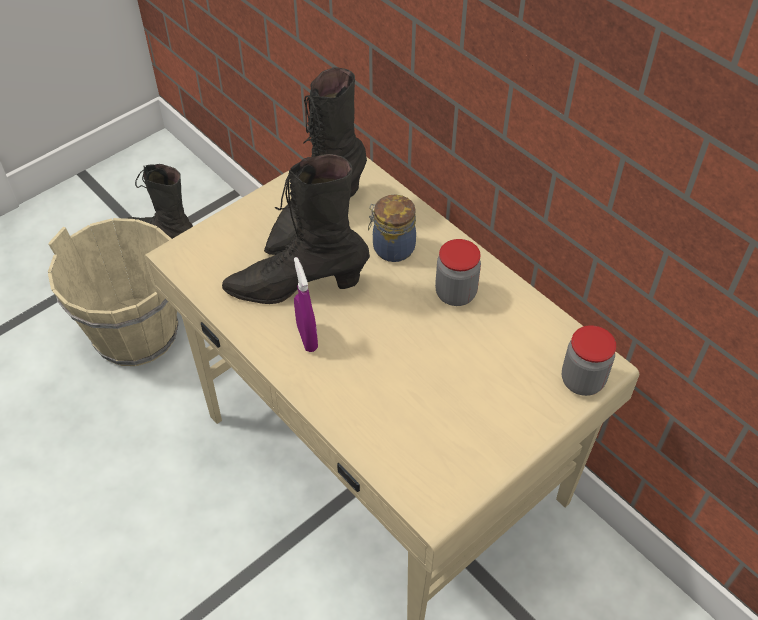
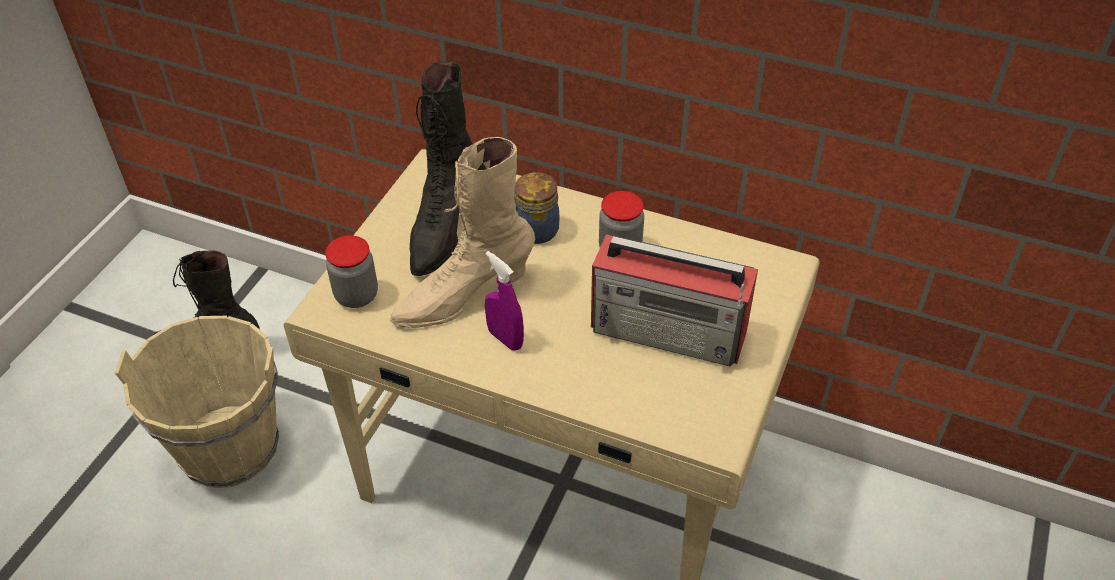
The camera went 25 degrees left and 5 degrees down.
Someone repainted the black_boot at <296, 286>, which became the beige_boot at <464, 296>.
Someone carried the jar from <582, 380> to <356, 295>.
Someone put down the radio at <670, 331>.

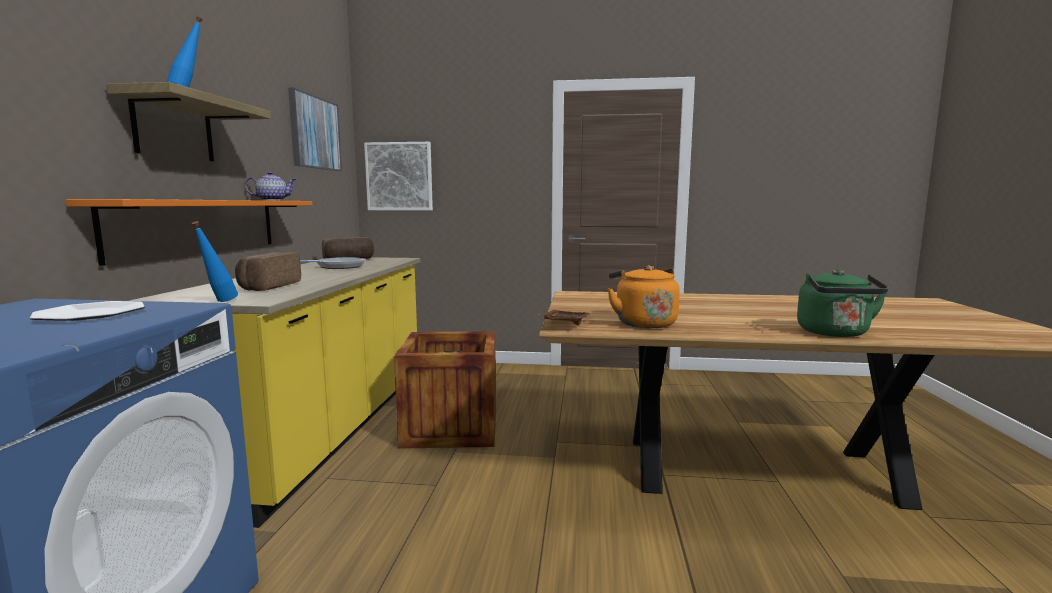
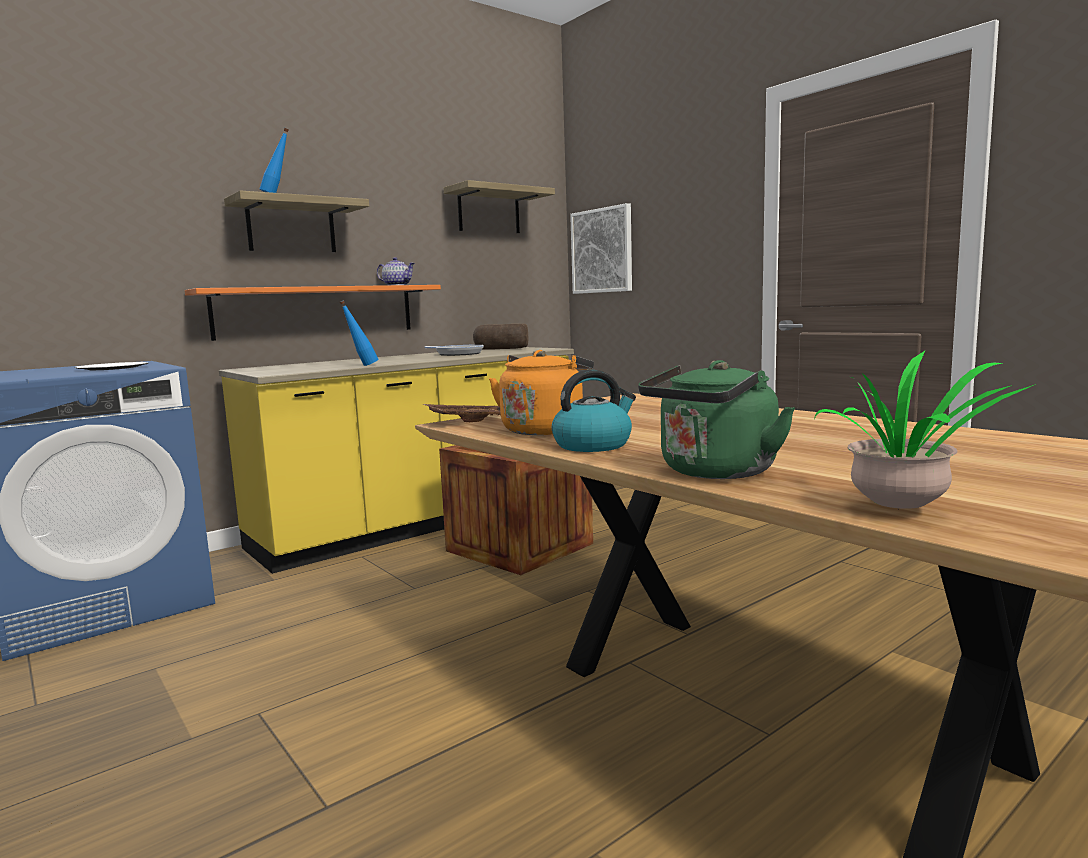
The camera went 45 degrees right and 0 degrees up.
Someone carried the blue_bottle from <218, 302> to <361, 366>.
Someone took away the bread at <267, 286>.
Someone swapped the picture at <314, 133> for the shelf at <488, 211>.
Someone put down the kettle at <593, 445>.
Someone put down the potted_plant at <903, 509>.

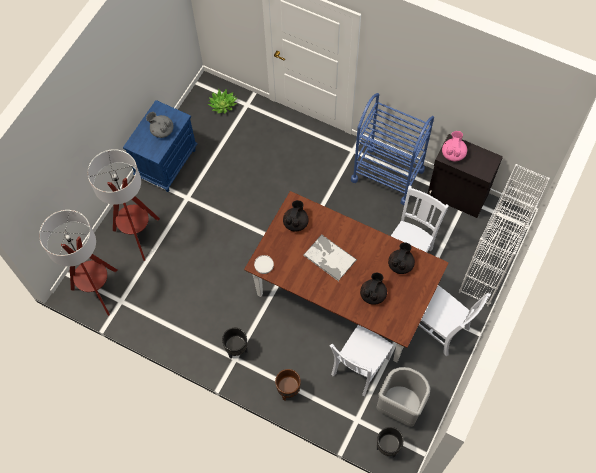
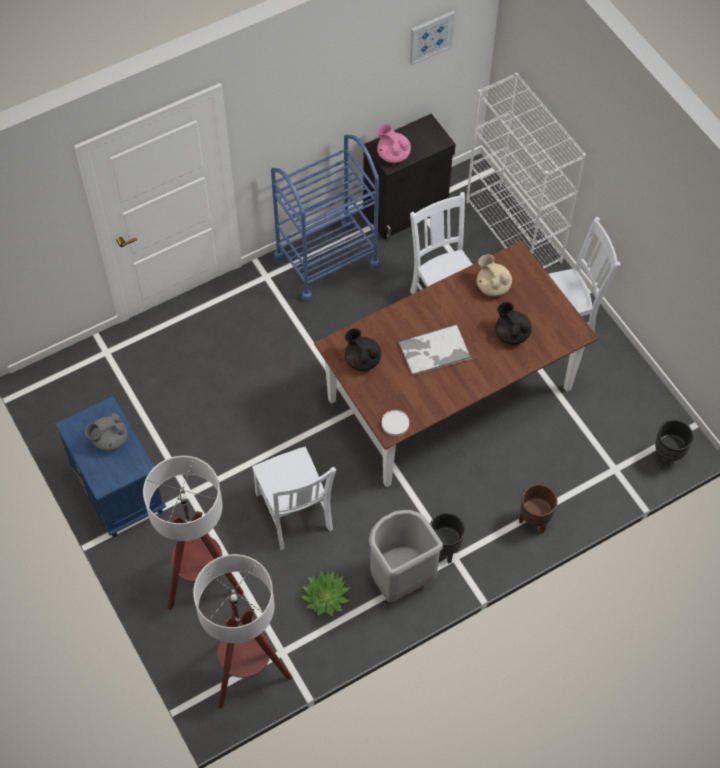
The camera went 60 degrees left and 5 degrees down.
Someone carried the potted_plant from <223, 104> to <325, 597>.
Someone carried the white_chair from <359, 368> to <295, 514>.
Someone carried the grey_trash_can from <399, 407> to <400, 578>.
Someone repainted the black_teapot at <400, 264>, which became the beige_teapot at <492, 286>.
Someone put up the picture at <431, 37>.

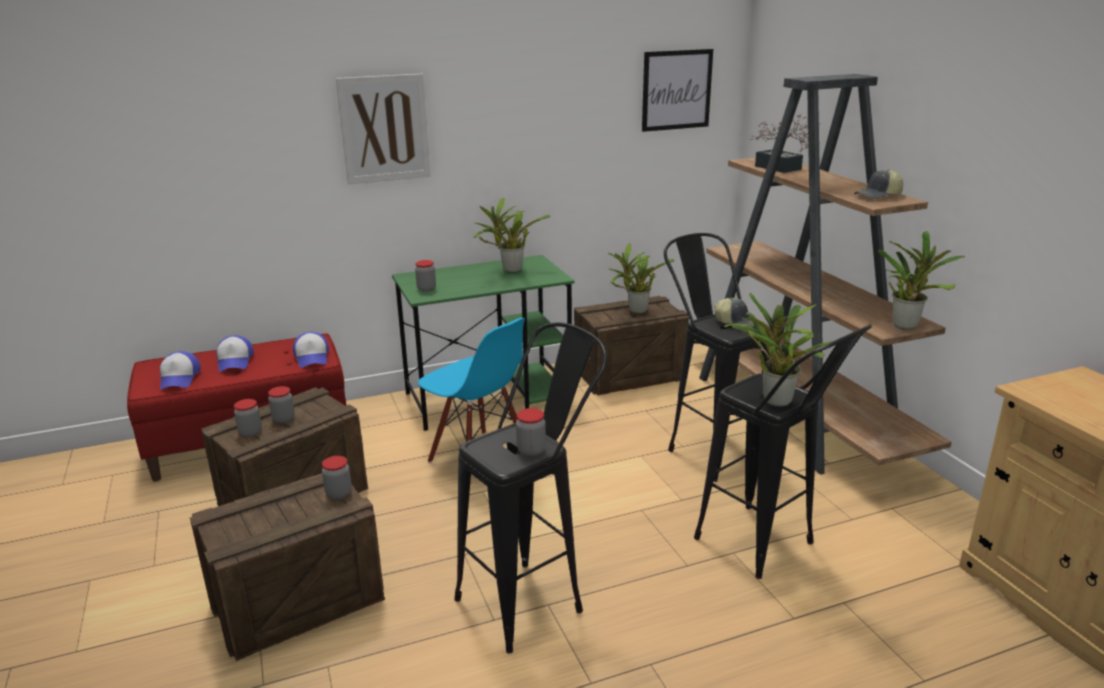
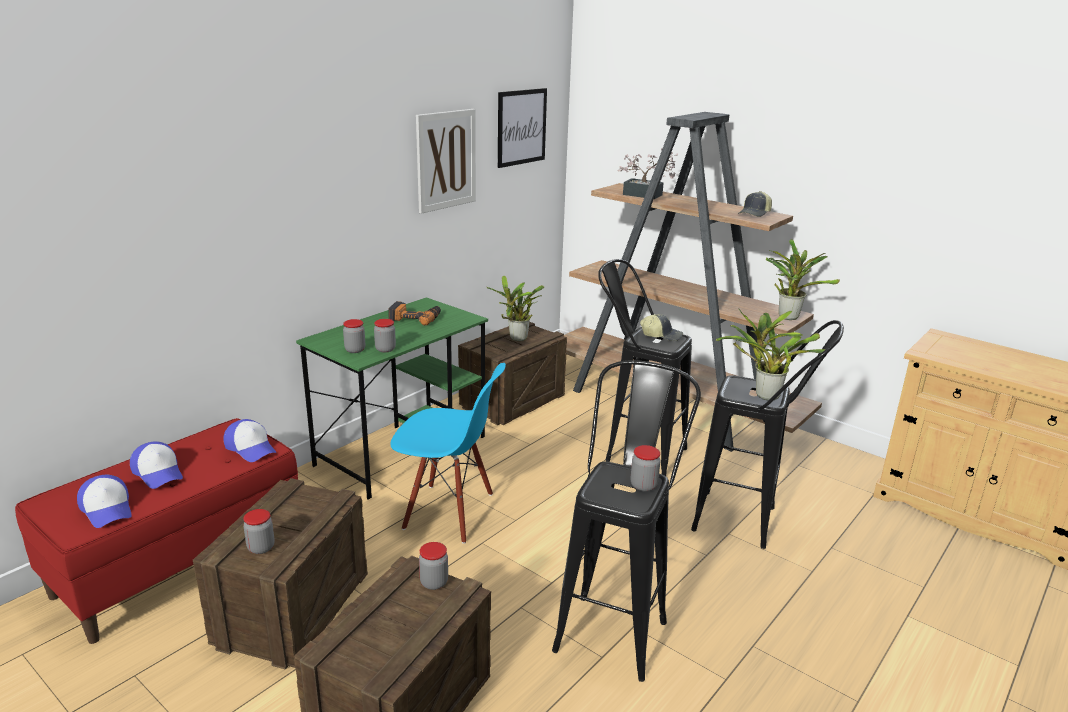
The camera went 30 degrees left and 0 degrees up.
Someone carried the jar from <283, 419> to <385, 349>.
Someone carried the picture from <384, 129> to <446, 160>.
Someone swapped the potted_plant at <509, 270> for the power_drill at <415, 318>.

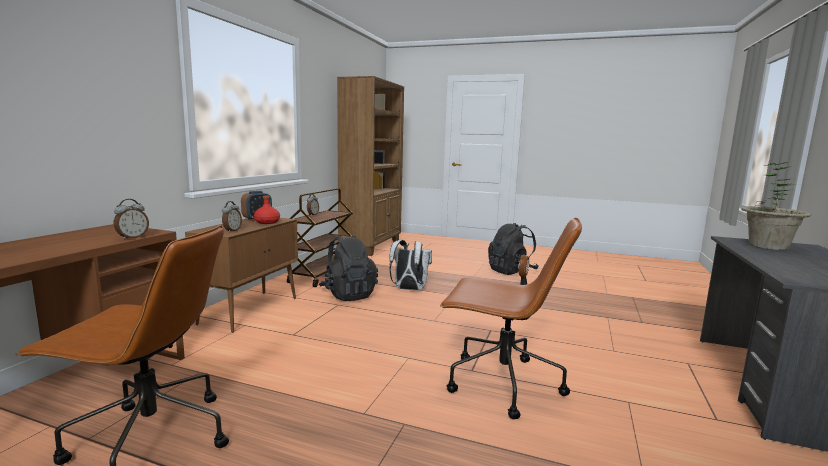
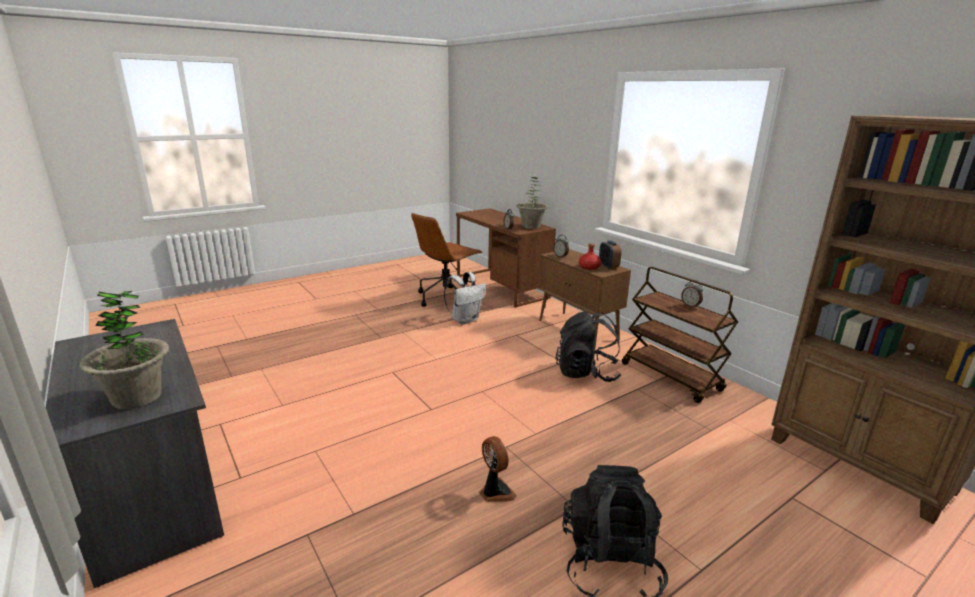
The camera went 125 degrees right and 10 degrees up.
Someone carried the white_backpack from <409, 289> to <465, 320>.
Someone took away the brown_office_chair at <501, 383>.
Someone put down the potted_plant at <531, 226>.

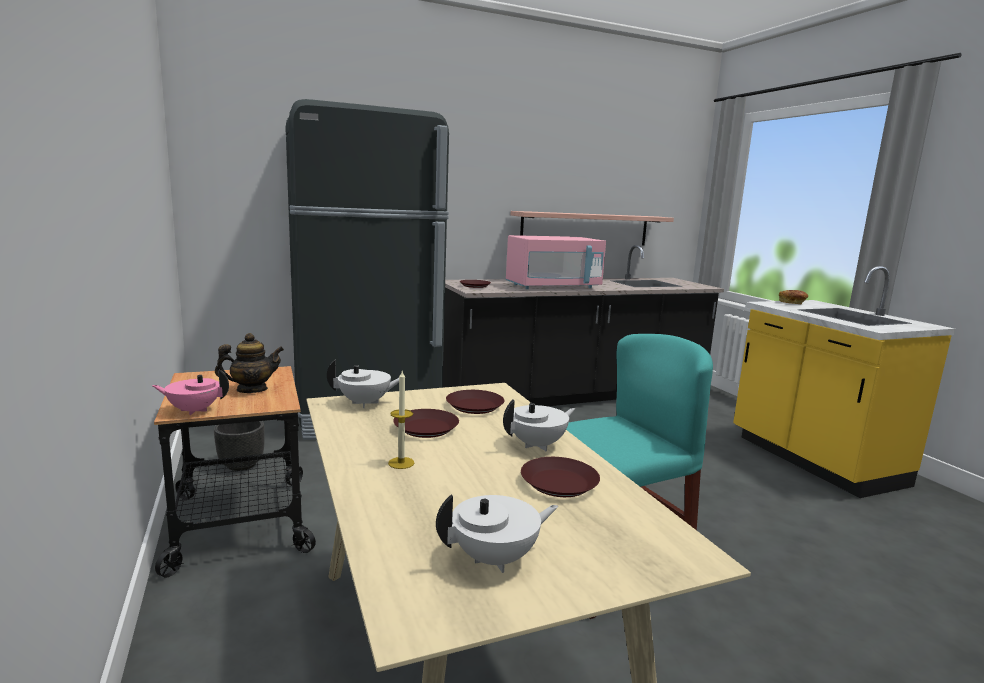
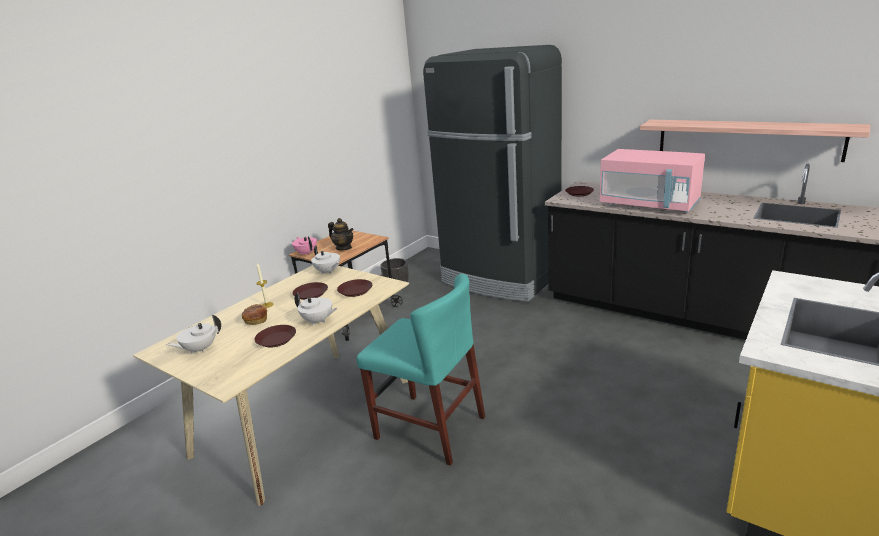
The camera went 60 degrees right and 10 degrees up.
Someone rotated the white_teapot at <496, 559> by 105 degrees clockwise.
Someone carried the bread from <792, 303> to <256, 320>.

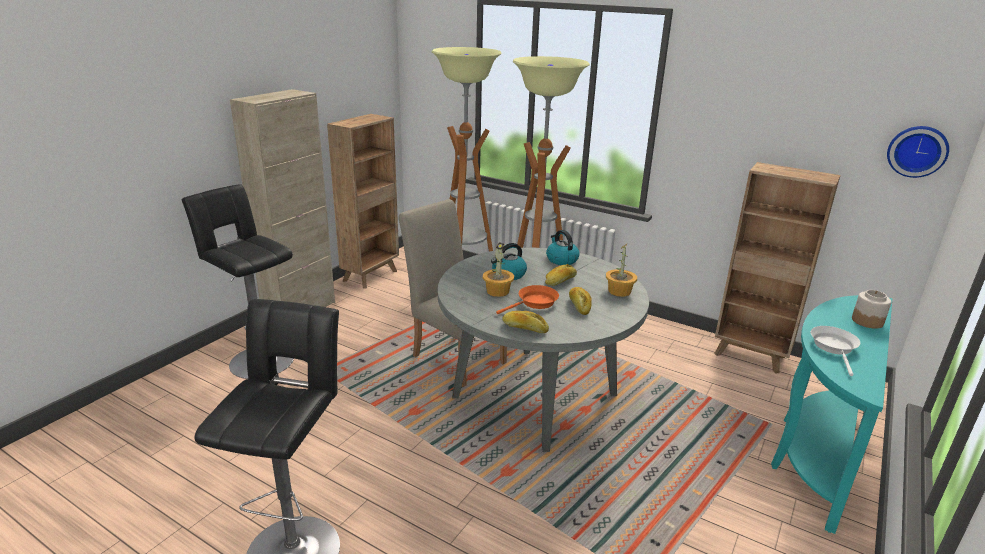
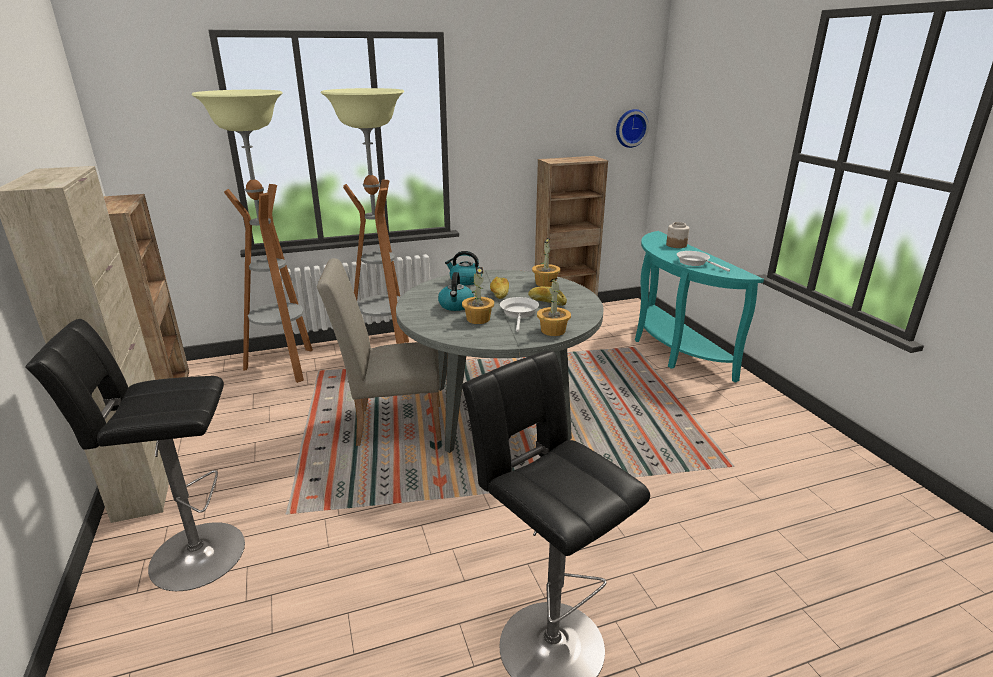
The camera went 50 degrees left and 0 degrees up.
Someone repainted the orange_frying_pan at <535, 303>, which became the white_frying_pan at <519, 314>.
Someone swapped the bread at <524, 328> for the potted_plant at <553, 331>.

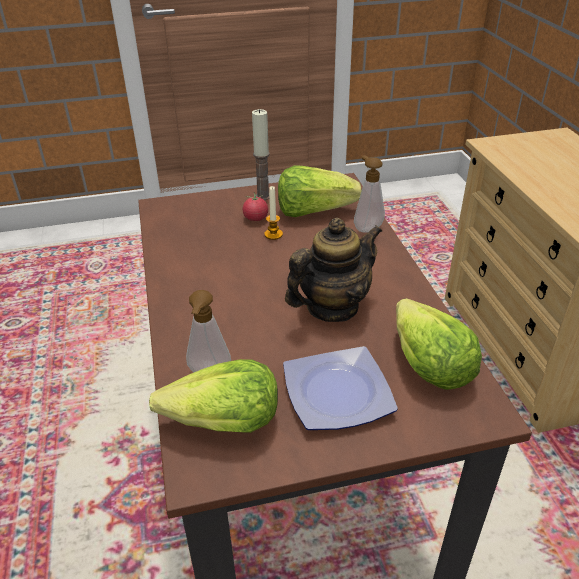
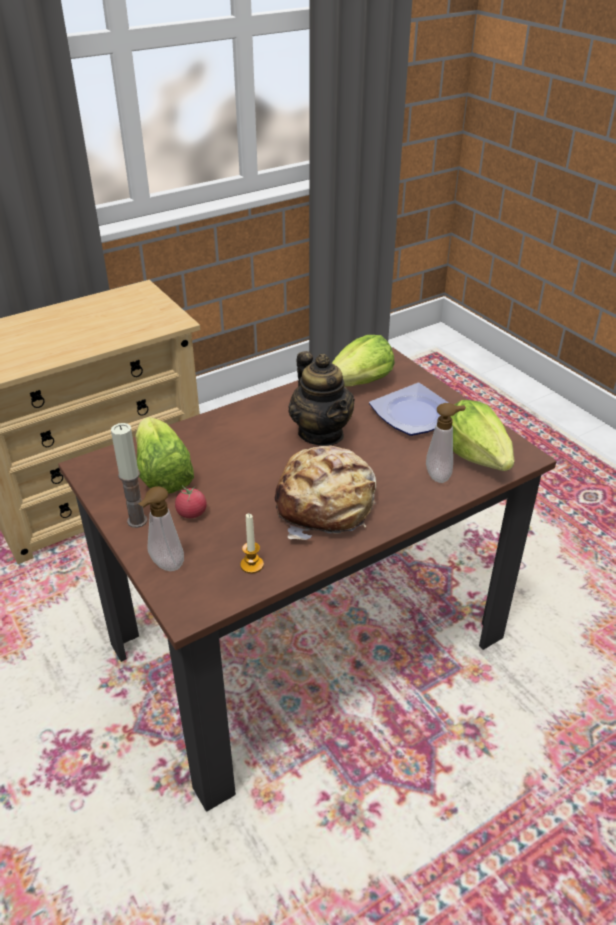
The camera went 110 degrees left and 0 degrees up.
Someone carried the candle from <273, 234> to <252, 565>.
Someone rotated the teapot at <332, 307> by 150 degrees counterclockwise.
Someone carried the soap_dispenser from <366, 227> to <165, 566>.
Someone put down the bread at <326, 505>.

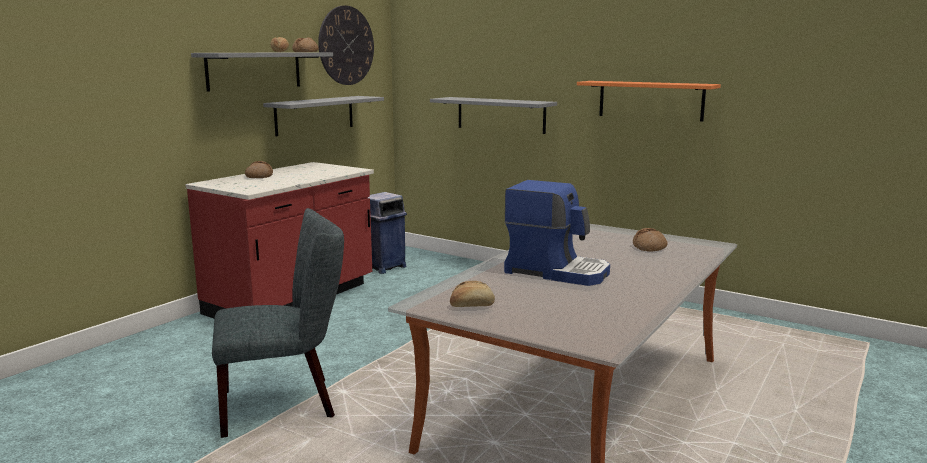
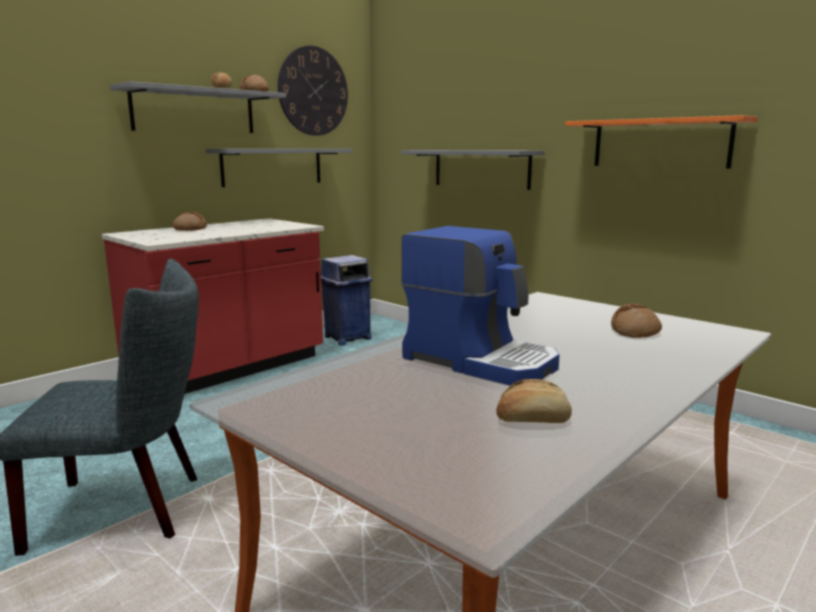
The camera went 10 degrees right and 0 degrees up.
Someone carried the bread from <472, 305> to <532, 420>.

